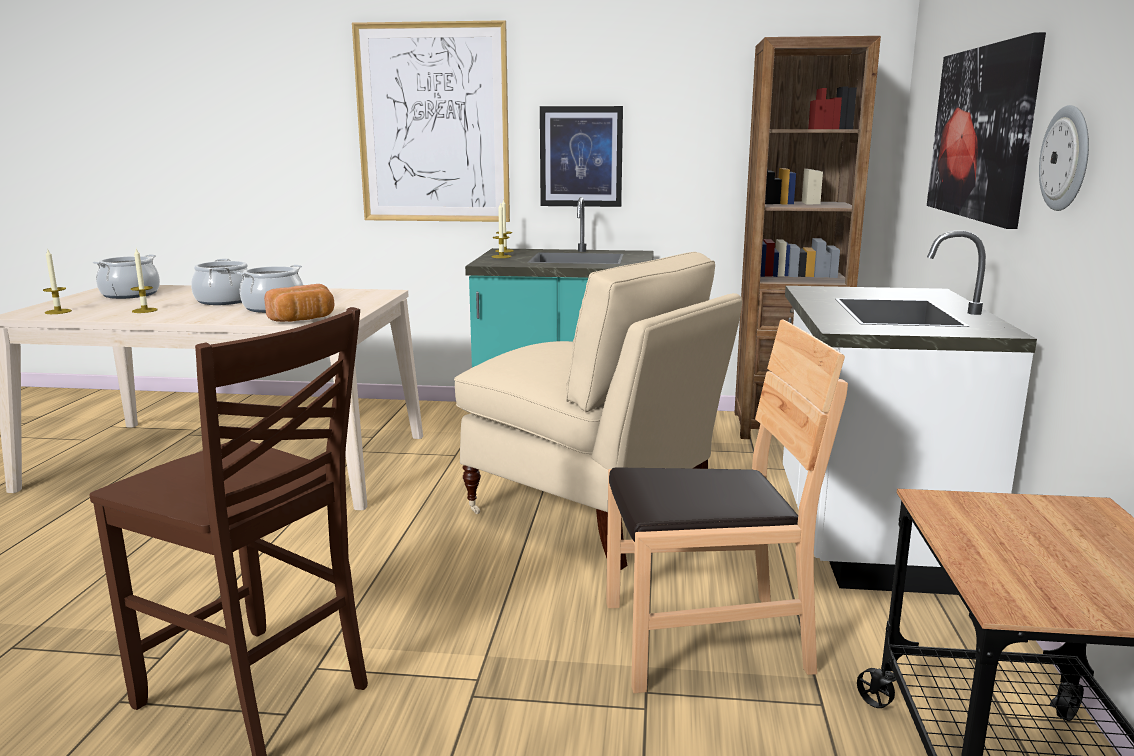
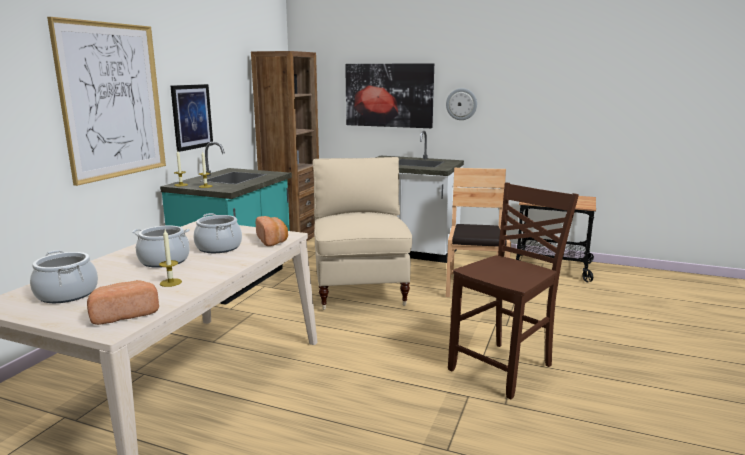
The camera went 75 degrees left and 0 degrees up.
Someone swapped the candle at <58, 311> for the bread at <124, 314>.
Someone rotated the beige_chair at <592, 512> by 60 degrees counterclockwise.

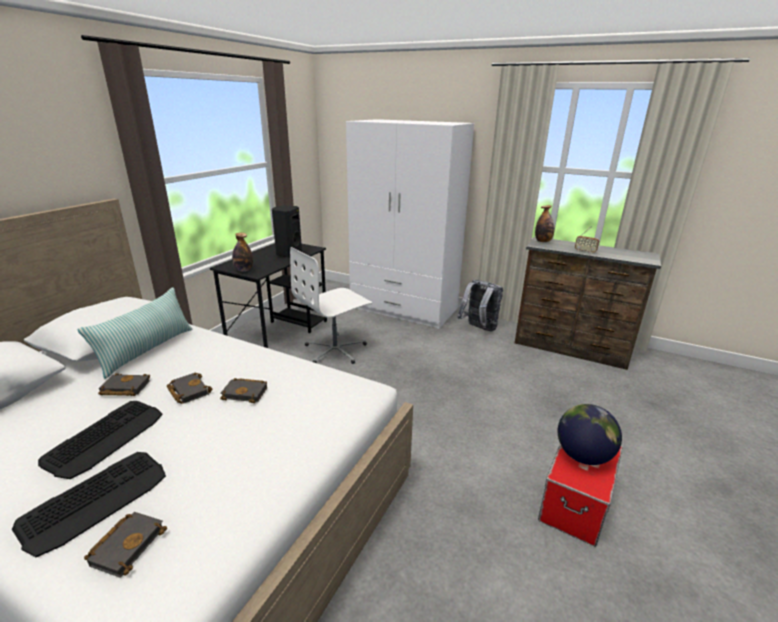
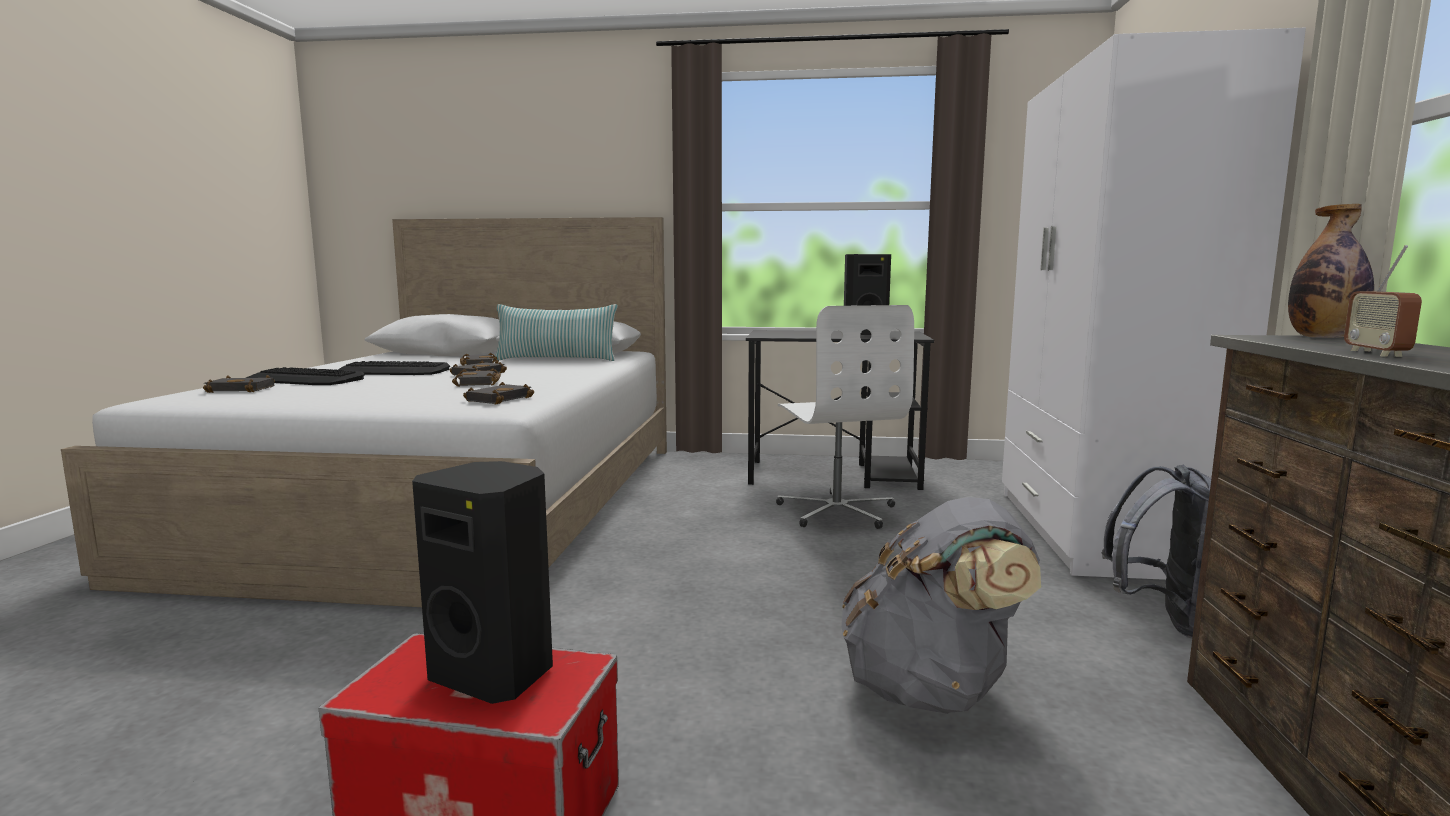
The camera went 70 degrees right and 15 degrees down.
Someone took away the bottle at <244, 270>.
Someone rotated the white_office_chair at <335, 350> by 135 degrees counterclockwise.
Someone swapped the globe at <582, 456> for the black_speaker at <496, 674>.
Someone put down the black_book at <498, 399>.
Someone put down the grey_backpack at <932, 690>.

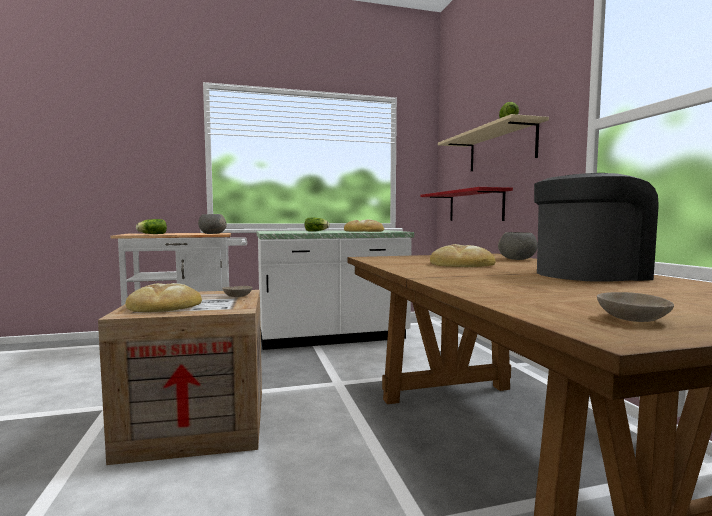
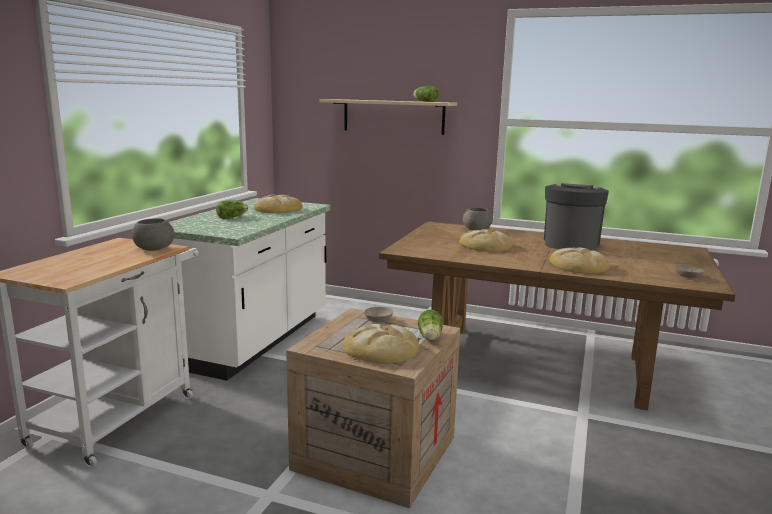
The camera went 55 degrees left and 10 degrees up.
Someone carried the lettuce from <151, 234> to <430, 338>.
Someone took away the red_shelf at <475, 206>.
Someone put down the bread at <578, 266>.

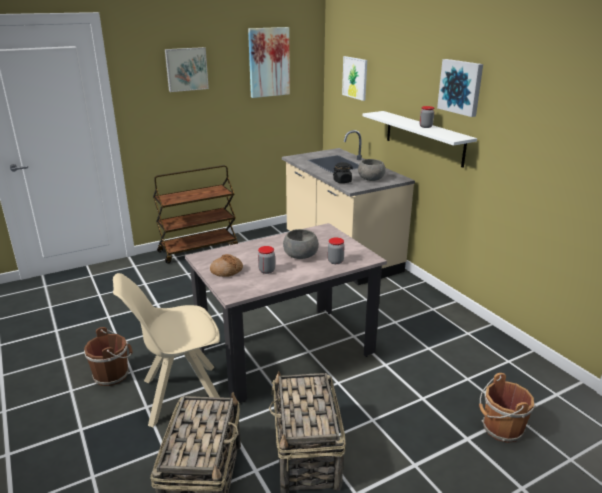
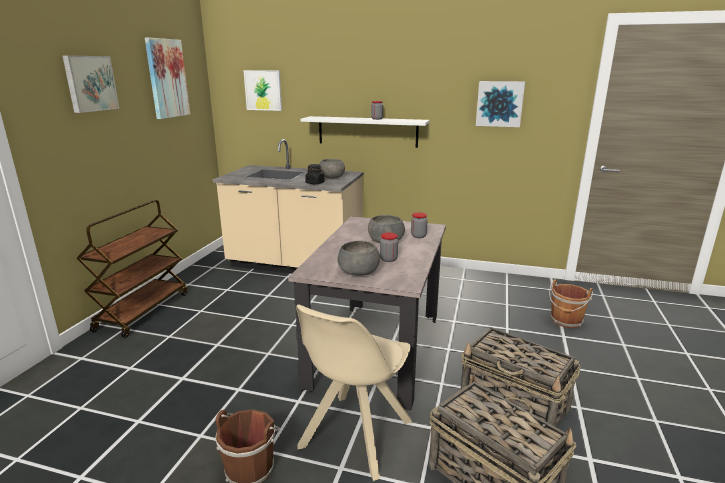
The camera went 45 degrees left and 5 degrees down.
Someone swapped the bread at <226, 270> for the grey_bowl at <358, 272>.
Someone carried the picture from <461, 87> to <499, 104>.

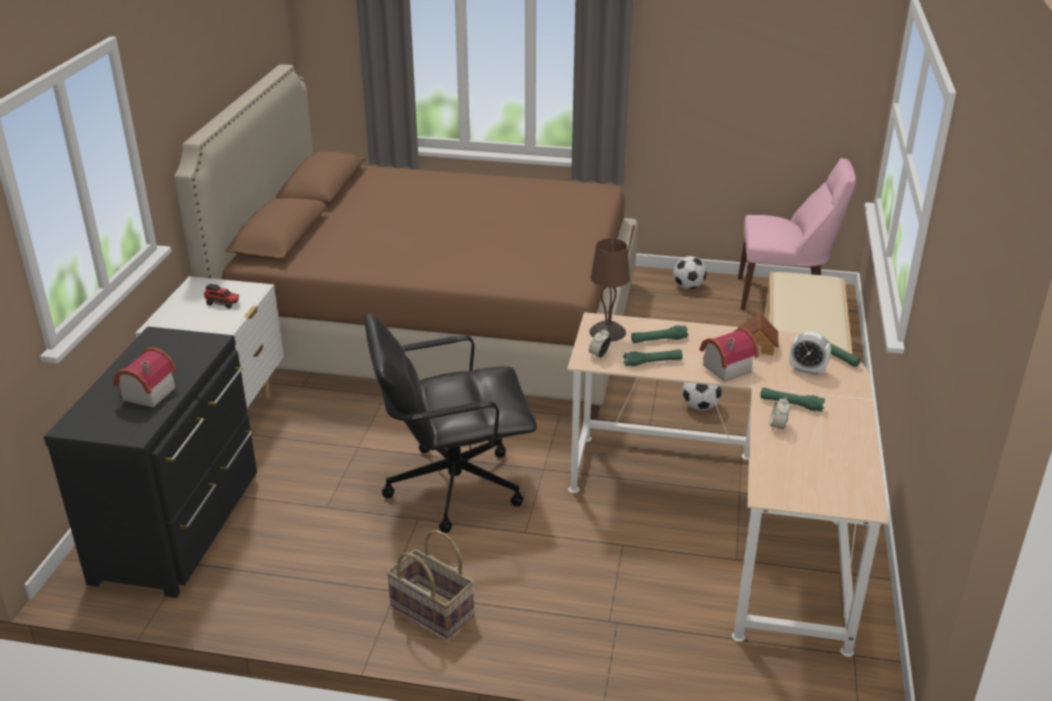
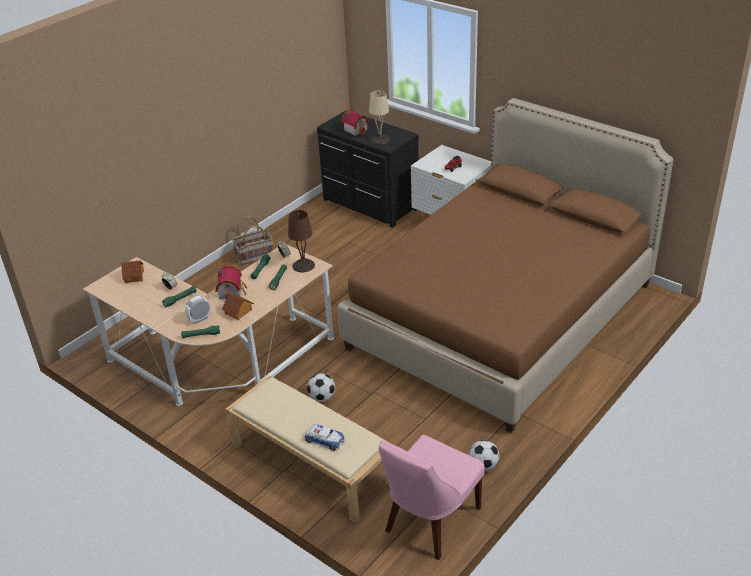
The camera went 120 degrees right and 5 degrees up.
Someone took away the black_office_chair at <452, 486>.
Someone put down the toy_house at <134, 276>.
Someone put down the toy_car at <324, 440>.
Someone put down the beige_table_lamp at <380, 139>.

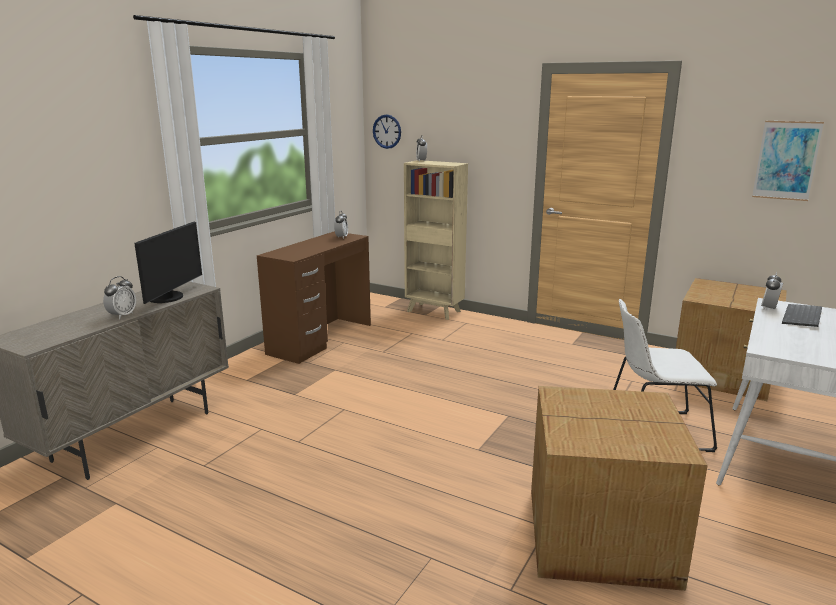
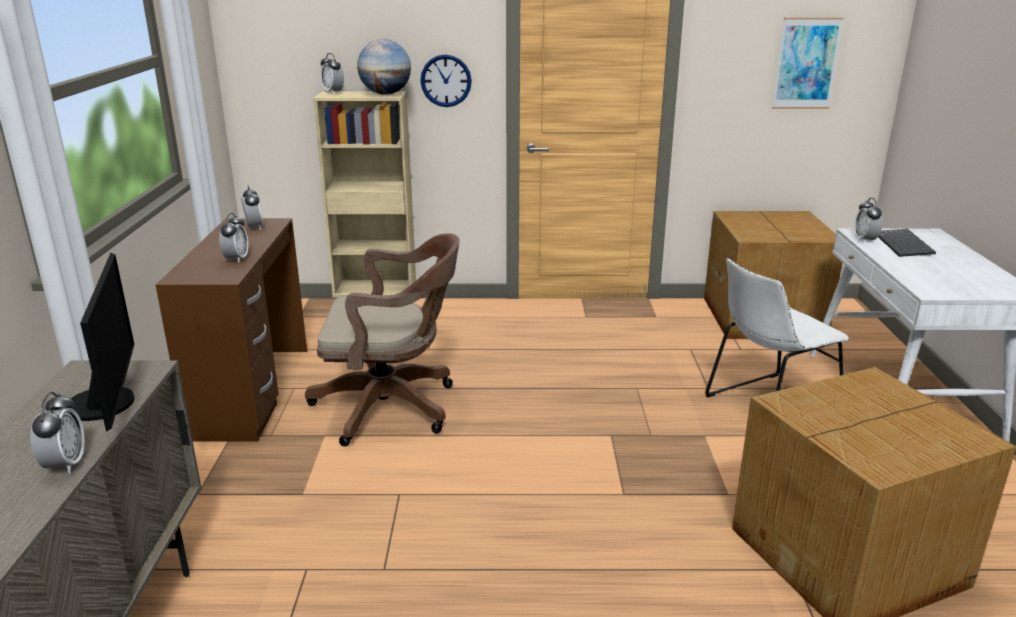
The camera went 30 degrees left and 5 degrees up.
Someone carried the wall_clock from <387, 131> to <446, 80>.
Someone put down the alarm_clock at <236, 259>.
Someone put down the brown_office_chair at <392, 407>.
Someone put down the globe at <386, 94>.

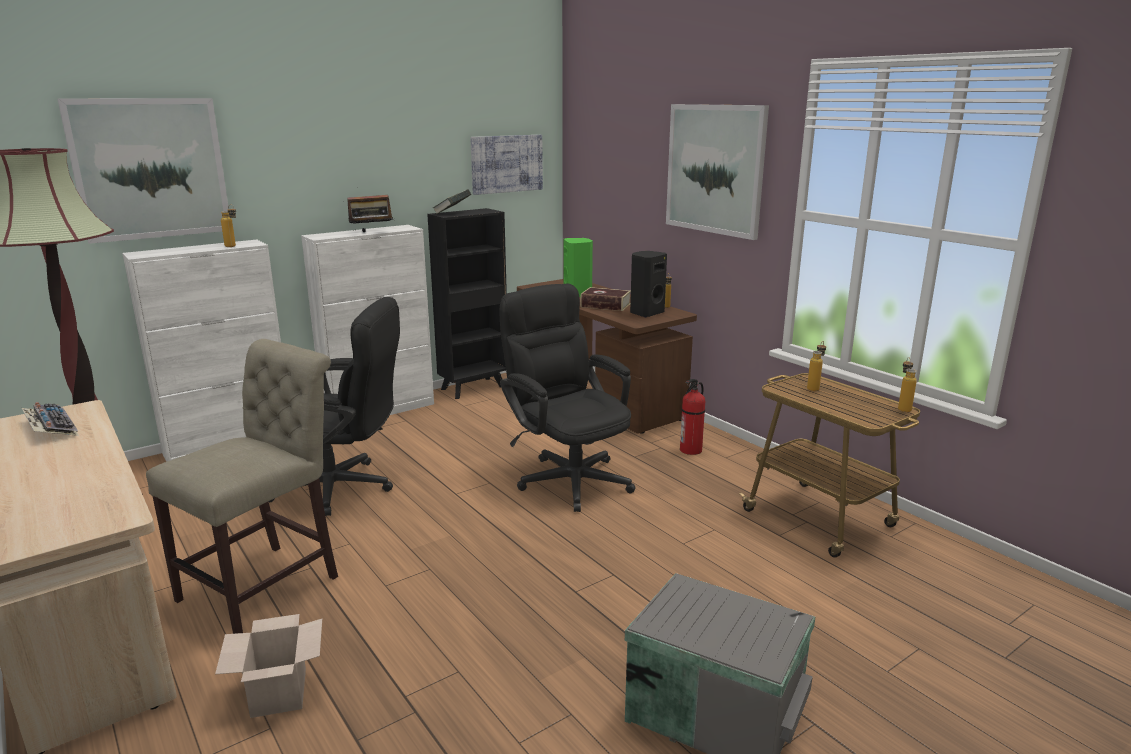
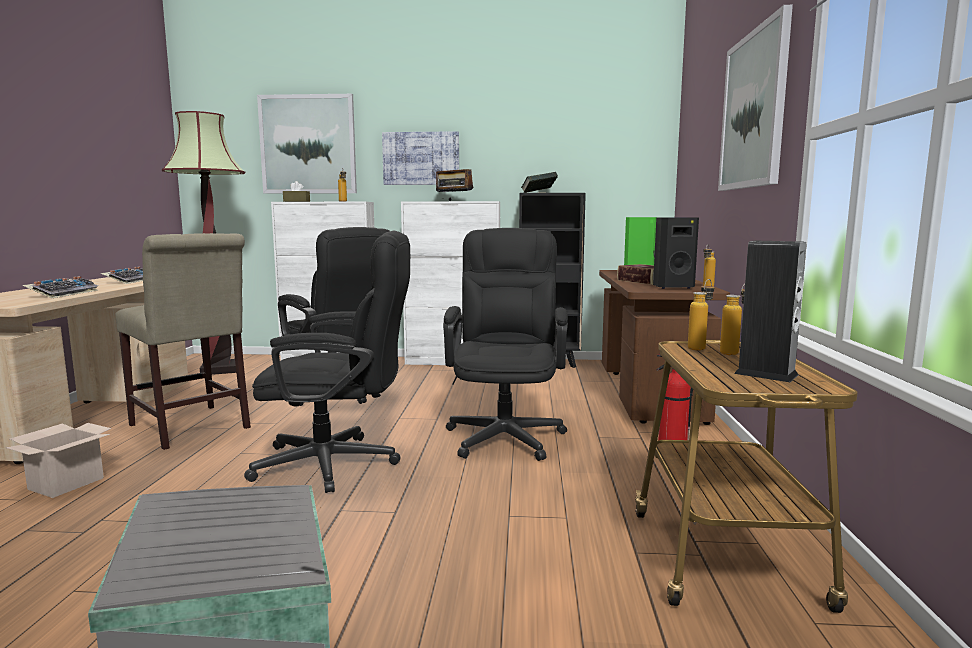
The camera went 40 degrees right and 10 degrees down.
Someone rotated the beige_chair at <267, 584> by 60 degrees clockwise.
Someone carried the picture from <506, 164> to <421, 158>.
Someone carried the bottle from <903, 408> to <699, 348>.
Someone put down the keyboard at <63, 294>.
Someone put down the black_office_chair at <340, 463>.
Someone put down the brown_tissue_box at <296, 201>.
Someone put down the speaker at <766, 374>.

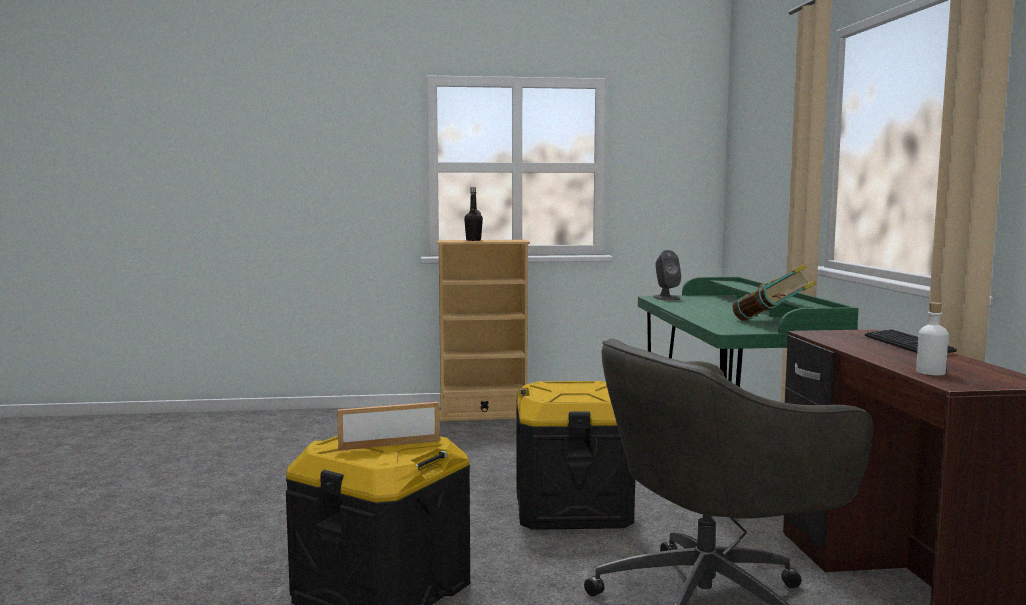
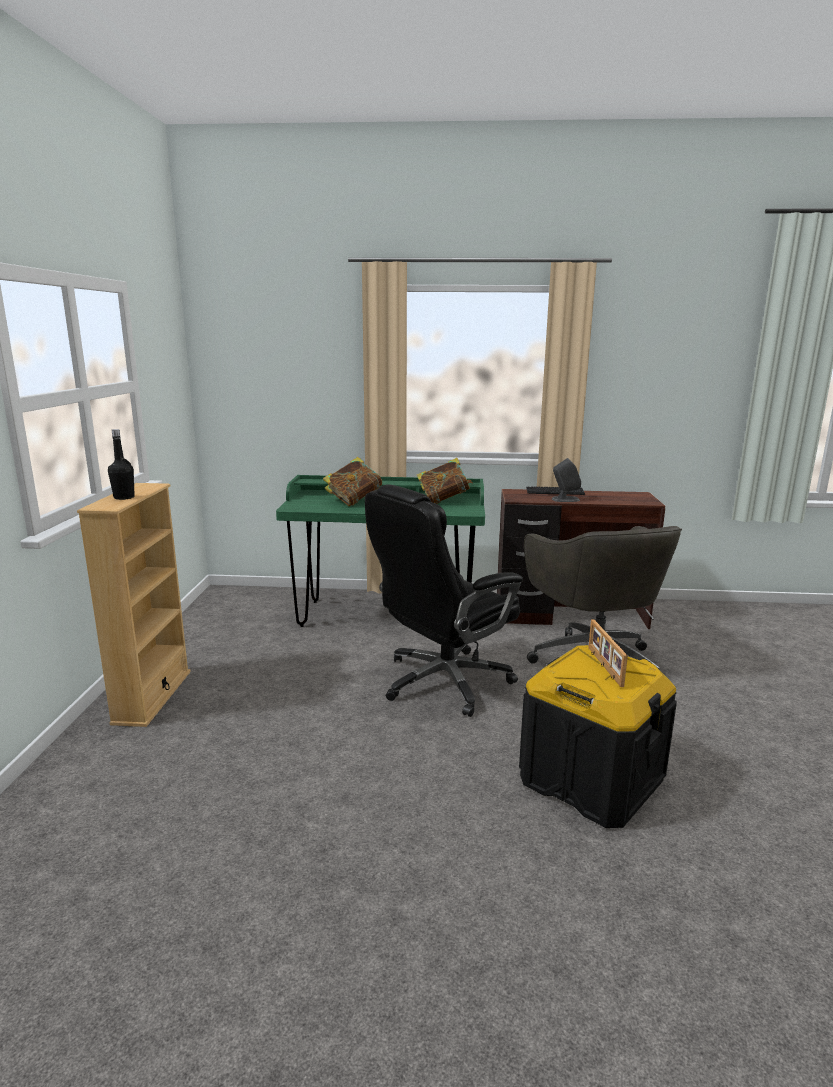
The camera went 80 degrees left and 10 degrees up.
Someone swapped the black_storage_box at <572, 508> for the black_office_chair at <443, 682>.
Someone carried the grey_speaker from <666, 298> to <565, 499>.
Someone took away the white_bottle at <930, 372>.
Someone put down the book at <354, 501>.

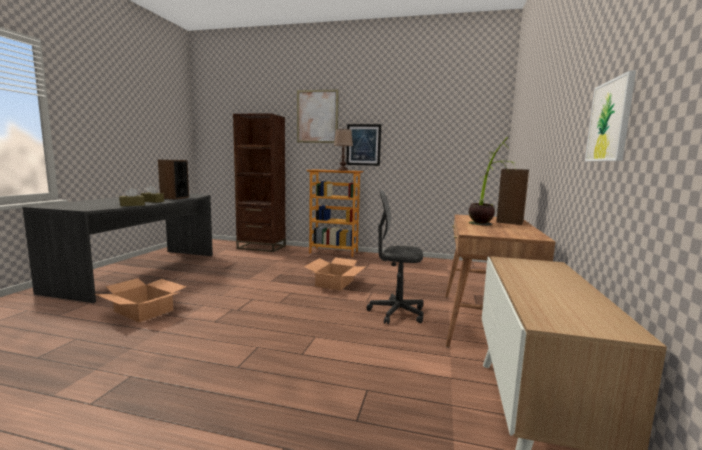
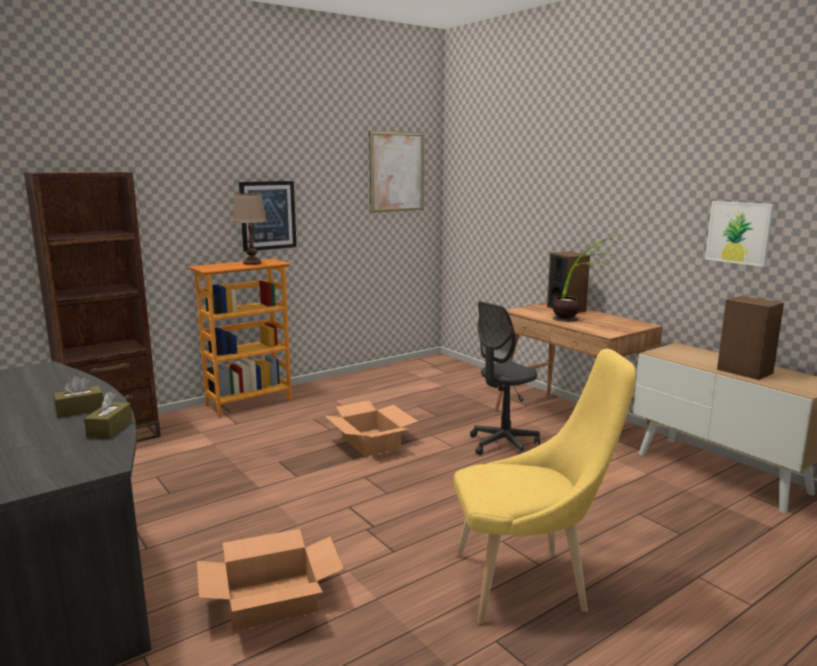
The camera went 50 degrees left and 5 degrees up.
Someone carried the speaker from <174, 198> to <744, 371>.
Someone carried the picture from <317, 116> to <397, 172>.
Someone put down the yellow_chair at <529, 583>.

